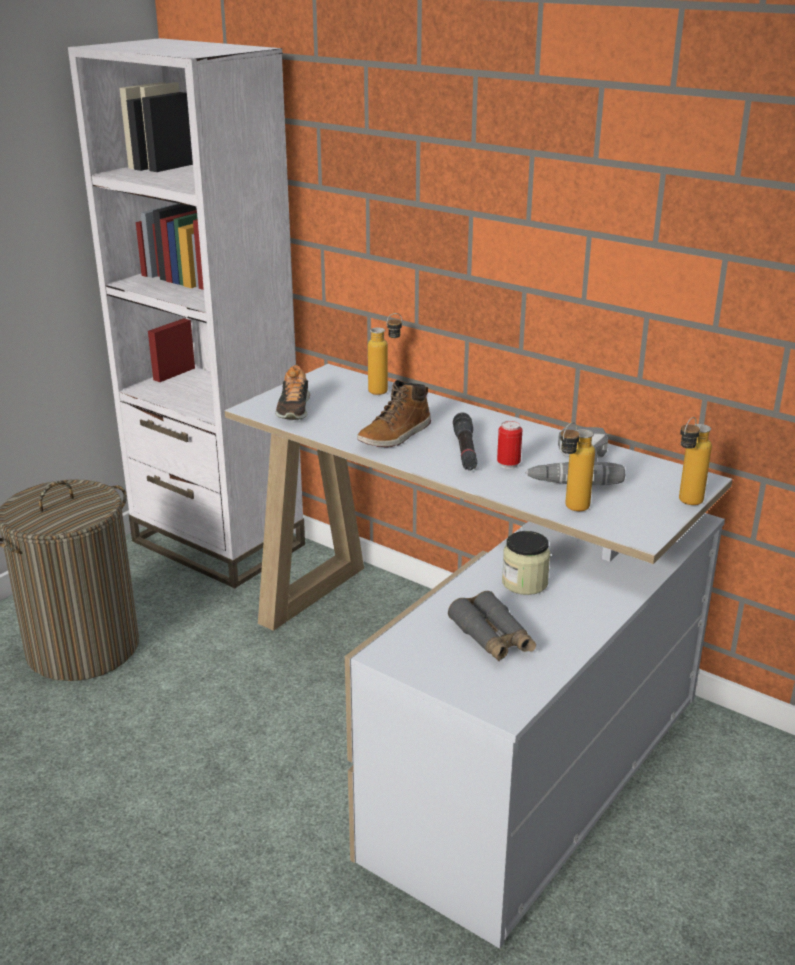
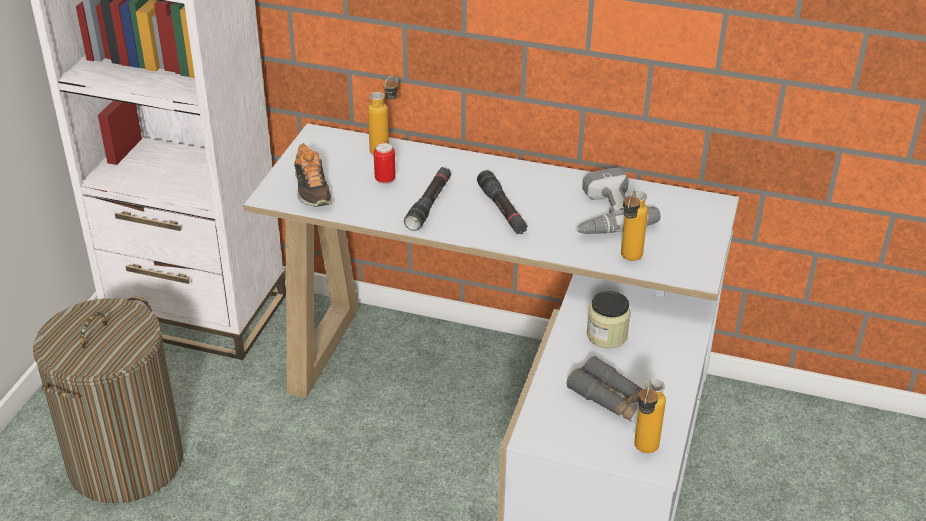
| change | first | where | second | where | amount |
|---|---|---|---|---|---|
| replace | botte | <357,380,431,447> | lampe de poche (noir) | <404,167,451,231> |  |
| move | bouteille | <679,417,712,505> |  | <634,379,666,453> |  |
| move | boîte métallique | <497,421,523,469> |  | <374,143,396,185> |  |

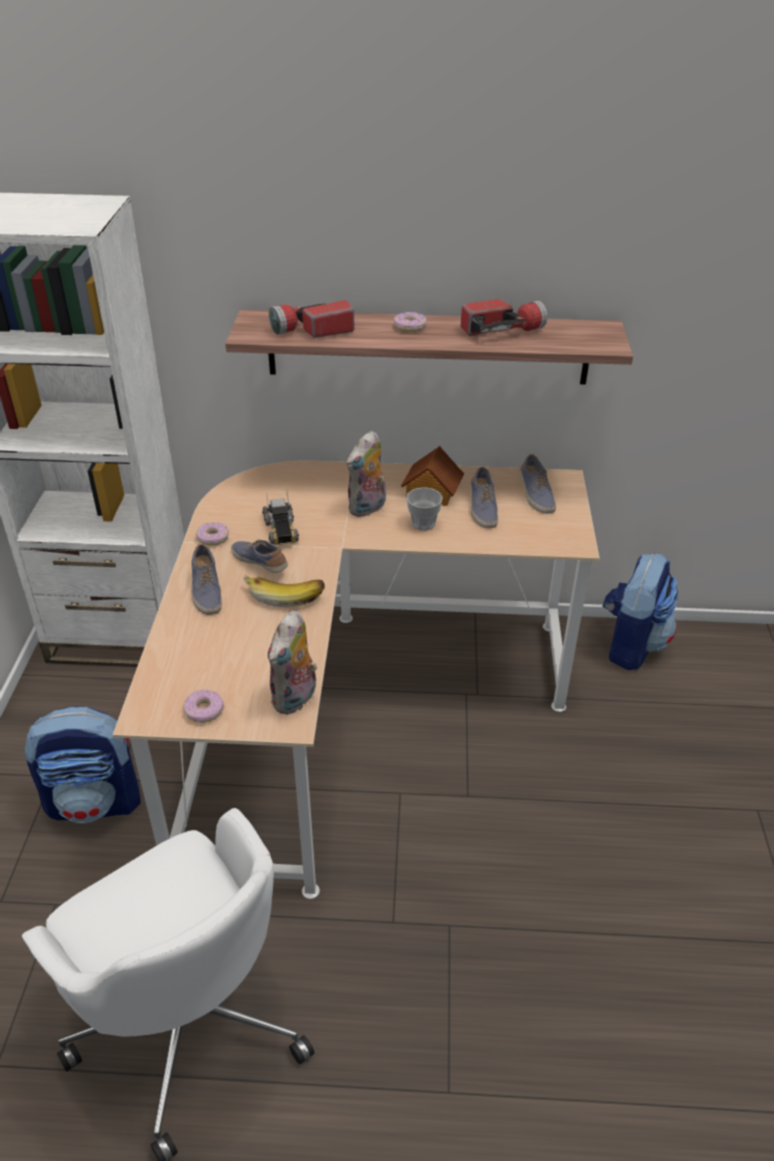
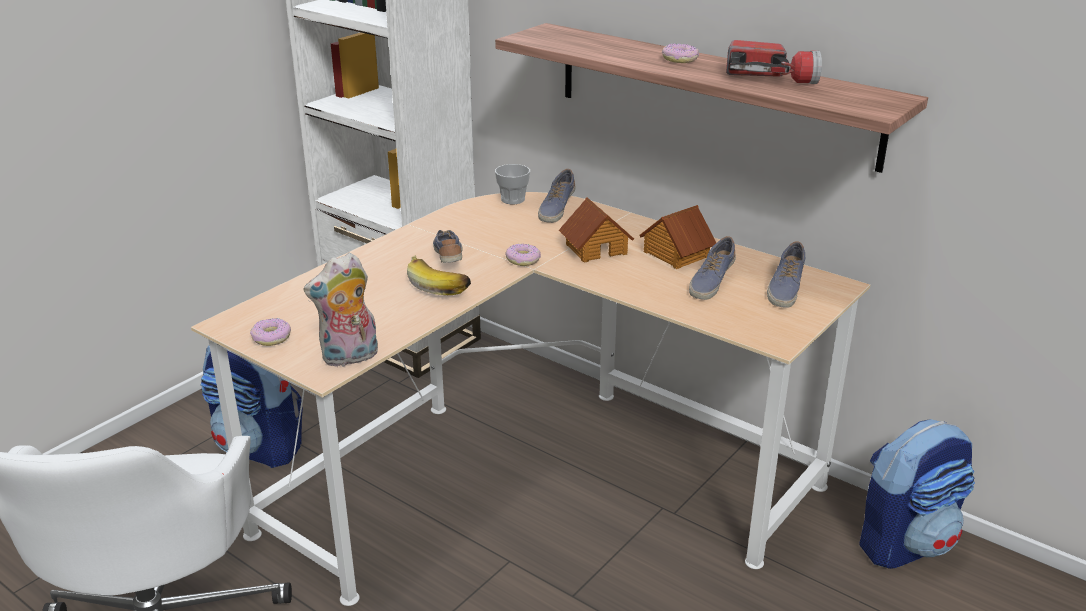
| change | first | where | second | where | amount |
|---|---|---|---|---|---|
| delete | lampe de poche | <269,300,354,338> |  |  |  |
| replace | peluche | <346,431,386,517> | maison miniature | <559,197,634,262> |  |
| move | tasse | <406,487,443,531> |  | <495,164,530,204> |  |
| delete | camion jouet | <262,491,299,545> |  |  |  |
| move | beignet | <196,522,229,546> |  | <505,244,541,266> |  |
| move | chaussure | <191,544,222,615> |  | <538,169,575,223> |  |

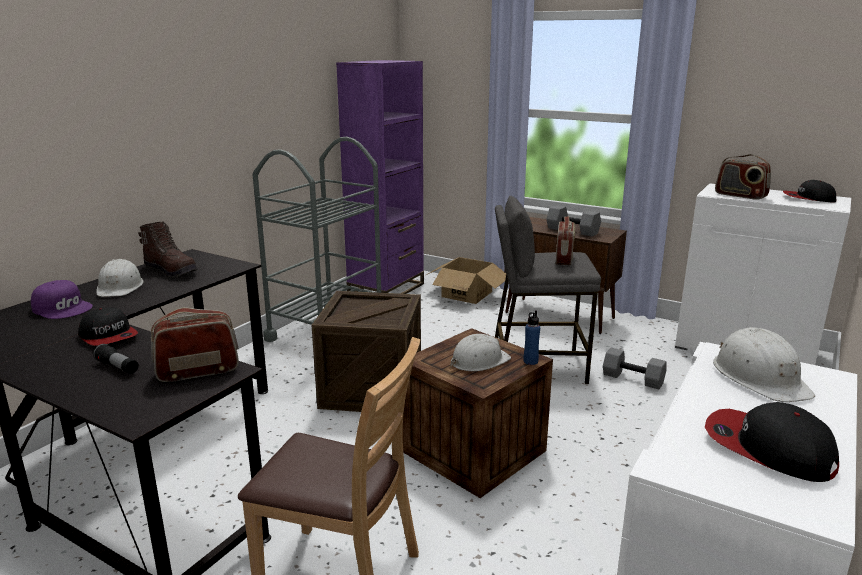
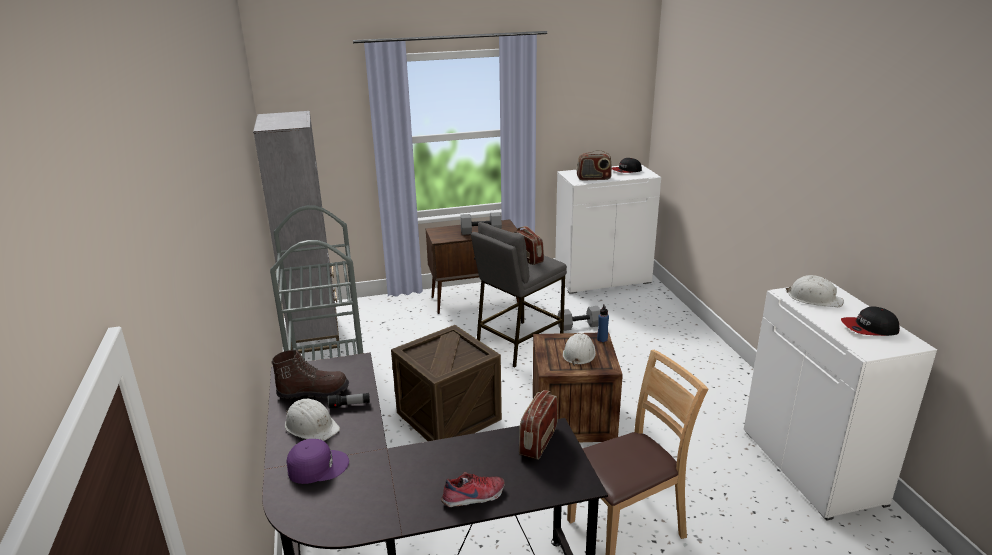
| change | first | where | second | where | amount |
|---|---|---|---|---|---|
| recolor | bibliothèque (violet) | <336,60,424,294> | bibliothèque (gris) | <253,111,340,353> |  |
| delete | carton | <426,257,506,304> |  |  |  |
| delete | casquette | <78,307,138,346> |  |  |  |
| move | lampe de poche | <93,344,139,374> |  | <328,393,370,409> |  |
| insert |  |  | chaussure | <441,472,505,507> |  |

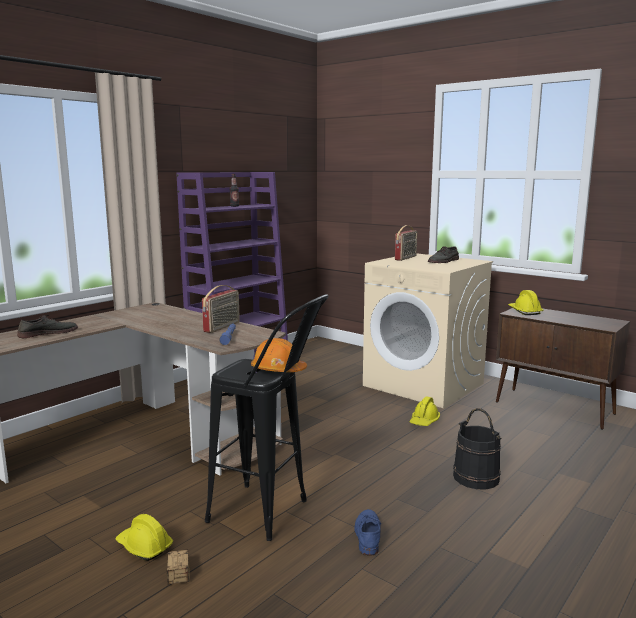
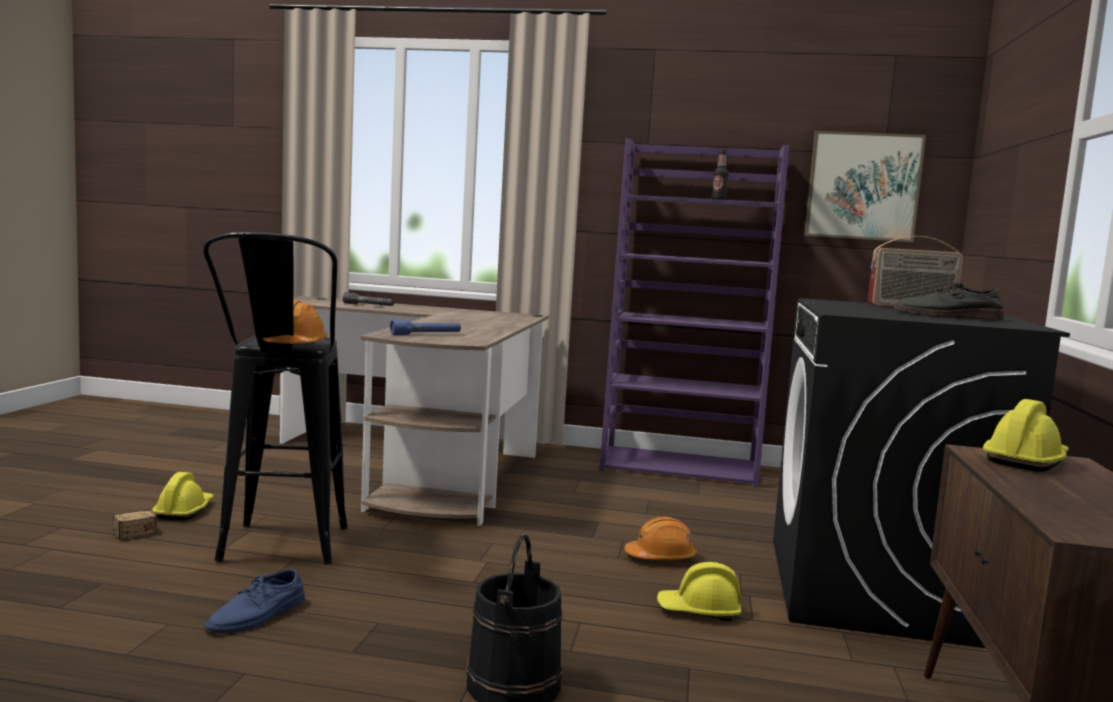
| change | first | where | second | where | amount |
|---|---|---|---|---|---|
| recolor | lave-linge (beige) | <363,254,493,408> | lave-linge (noir) | <773,298,1070,648> |  |
| delete | radio | <202,285,240,333> |  |  |  |
| replace | chaussure (gris) | <17,315,78,338> | lampe de poche (gris) | <343,292,394,306> |  |
| rotate | chaussure (bleu) | <354,509,381,556> |  | <205,569,305,634> | 150 degrees clockwise |
| insert |  |  | tableau | <804,131,926,242> |  |
| insert |  |  | casque de chantier (orange) | <624,516,697,560> |  |

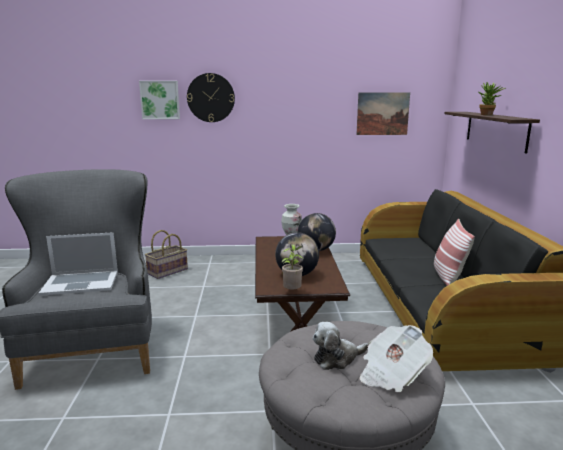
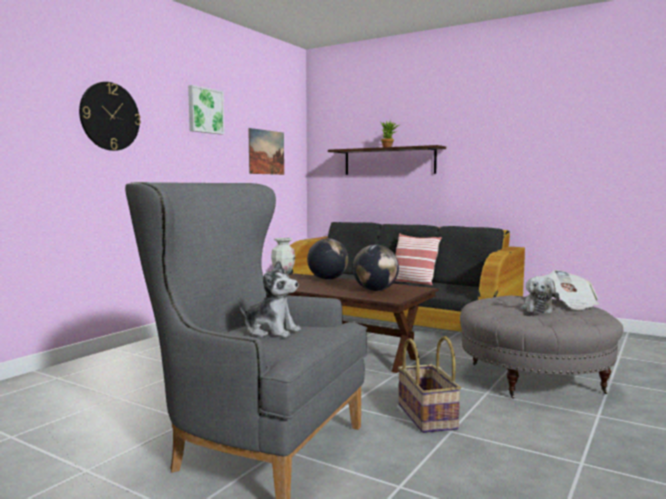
| change | first | where | second | where | amount |
|---|---|---|---|---|---|
| move | tableau | <139,81,180,119> |  | <188,85,224,135> |  |
| move | panier | <145,230,188,279> |  | <398,336,461,433> |  |
| replace | ordinateur portable | <39,232,118,296> | peluche | <239,260,301,338> |  |
| delete | plante en pot | <281,244,304,289> |  |  |  |

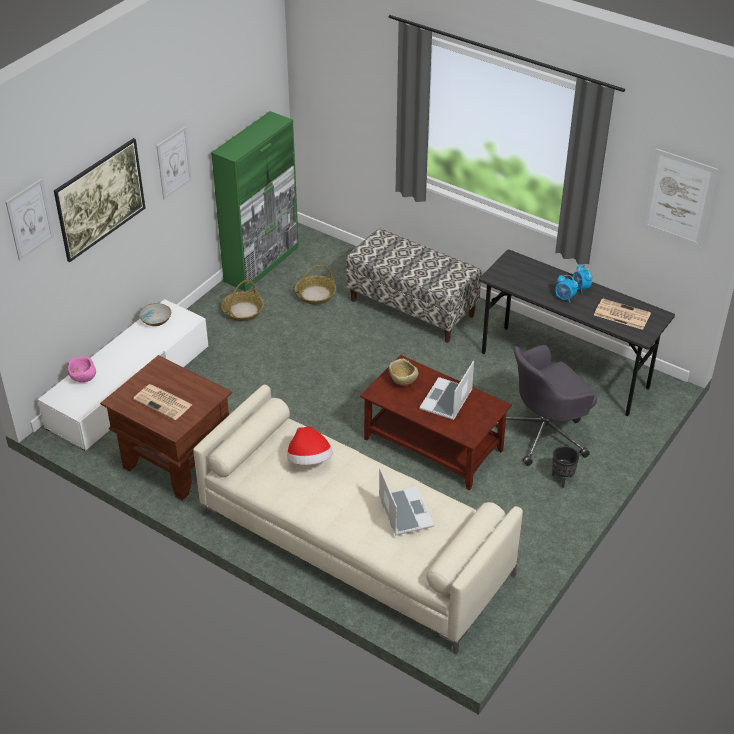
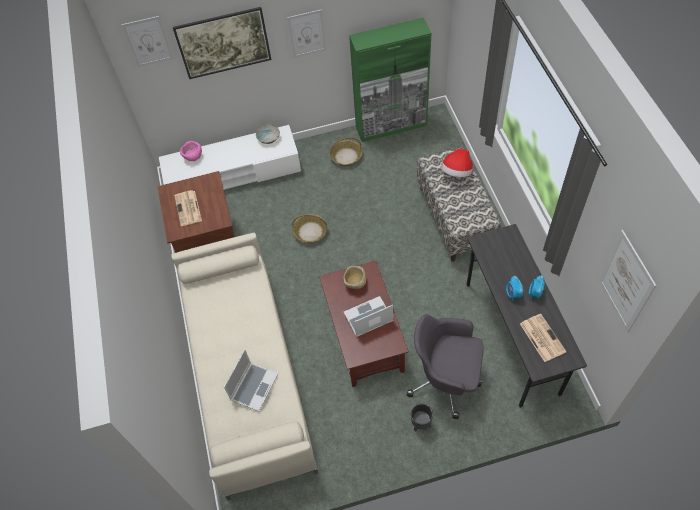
| change | first | where | second | where | amount |
|---|---|---|---|---|---|
| move | panier | <295,265,336,305> |  | <292,214,327,243> |  |
| move | chapeau | <287,426,333,465> |  | <441,148,473,177> |  |

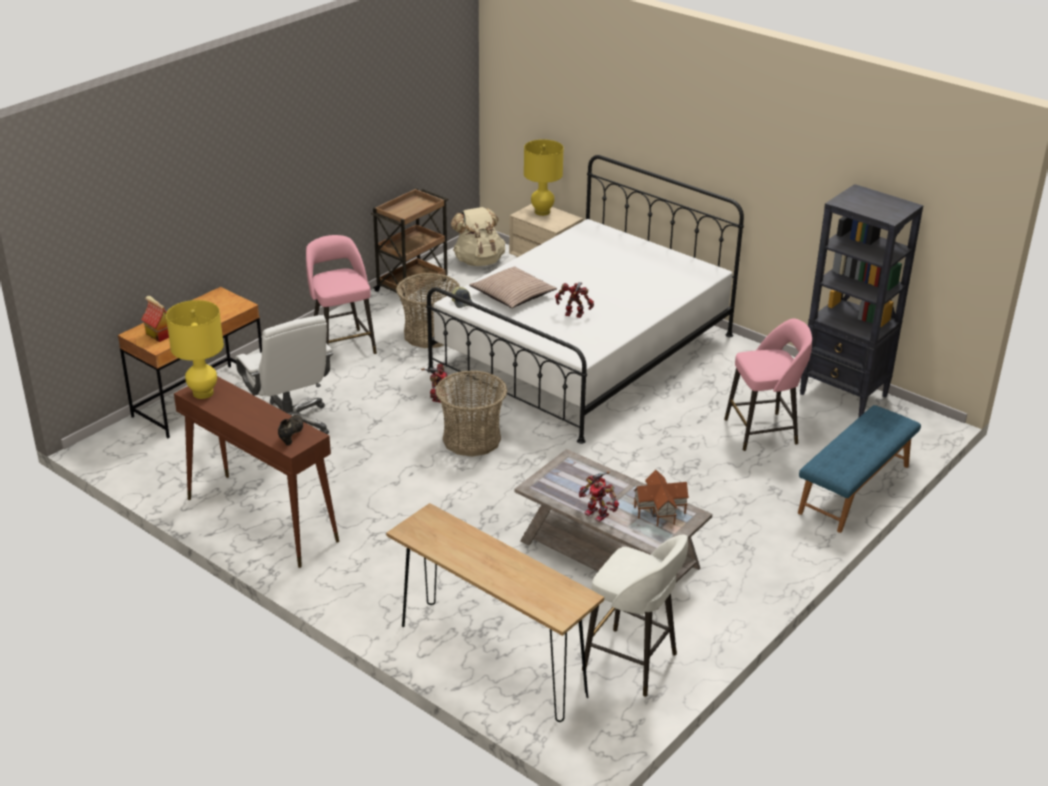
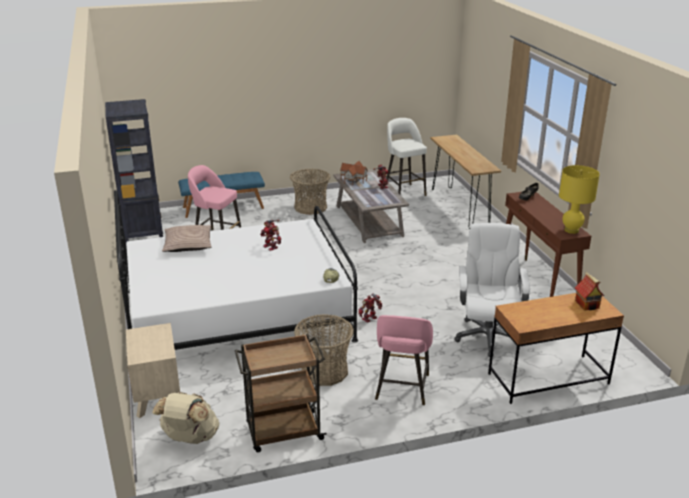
| change | first | where | second | where | amount |
|---|---|---|---|---|---|
| delete | lampe de table (jaune) | <524,139,564,216> |  |  |  |
| move | coussin | <469,267,557,308> |  | <162,225,211,252> |  |
| move | panier | <435,370,507,457> |  | <290,169,330,215> |  |

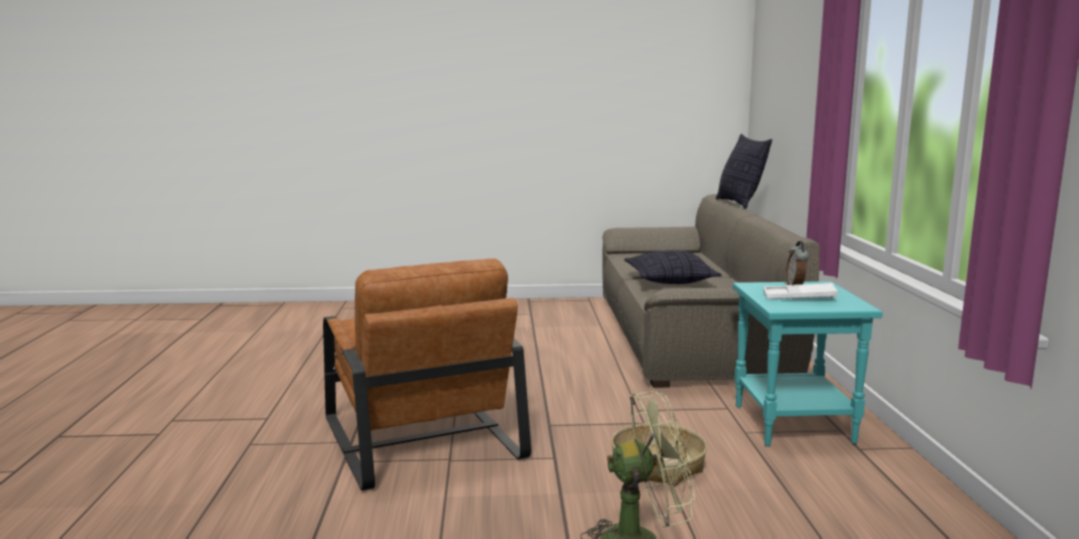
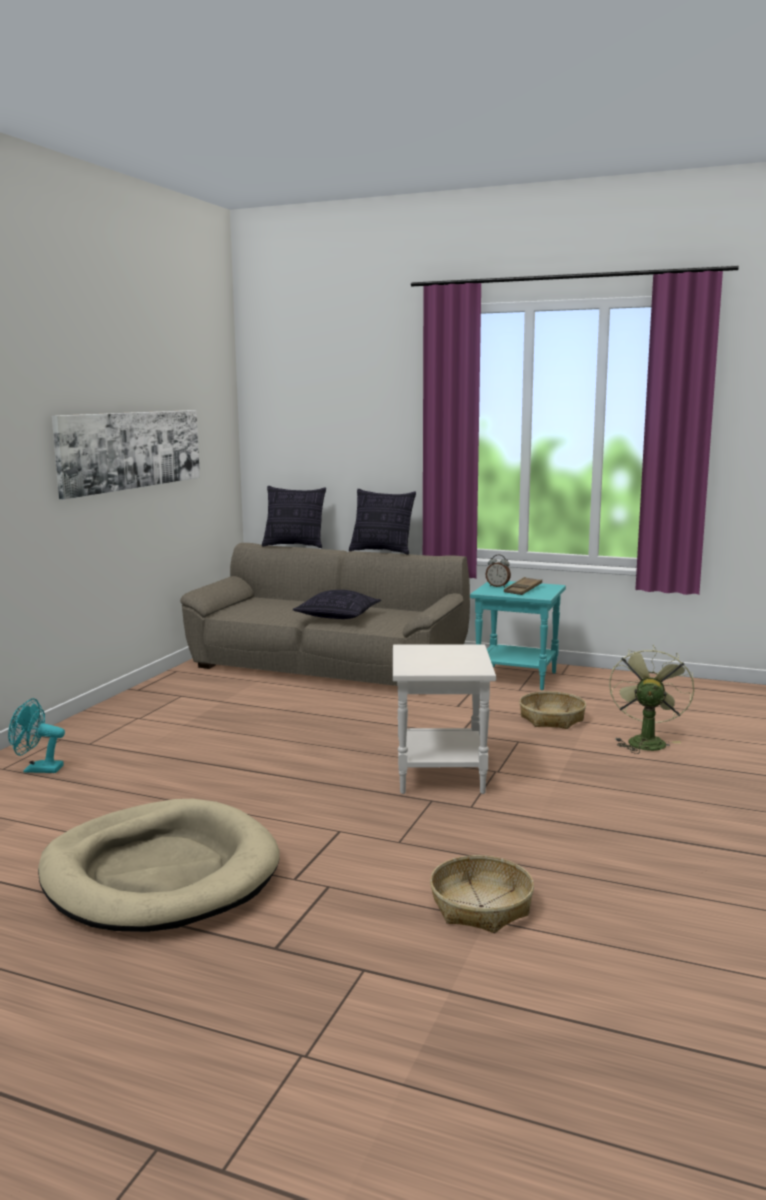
| change | first | where | second | where | amount |
|---|---|---|---|---|---|
| replace | fauteuil (marron) | <323,258,531,491> | table d'appoint (blanc) | <393,644,496,794> |  |
| recolor | plateau (blanc) | <764,283,838,299> | plateau (marron) | <504,577,542,595> |  |
| insert |  |  | tableau | <52,410,200,499> |  |
| insert |  |  | coussin | <349,489,416,555> |  |
| insert |  |  | ventilateur (turquoise) | <8,698,65,773> |  |
| insert |  |  | panier pour chien (beige) | <38,799,279,932> |  |
| insert |  |  | panier | <430,855,534,933> |  |

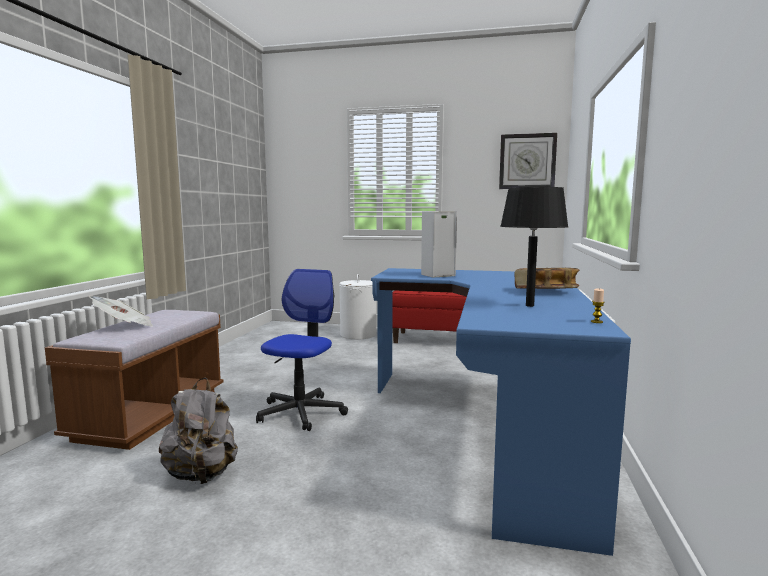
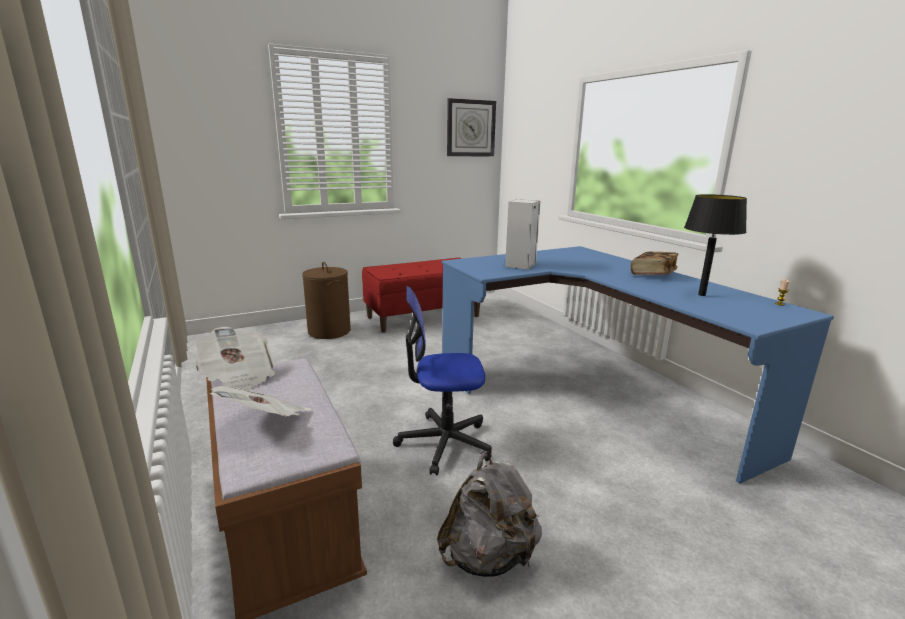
| change | first | where | second | where | amount |
|---|---|---|---|---|---|
| rotate | chaise de bureau | <256,269,348,431> |  | <393,286,492,475> | 75 degrees counterclockwise |
| recolor | panier à linge (blanc) | <339,274,376,339> | panier à linge (marron) | <302,262,351,339> |  |
| insert |  |  | journal | <195,327,275,391> |  |

